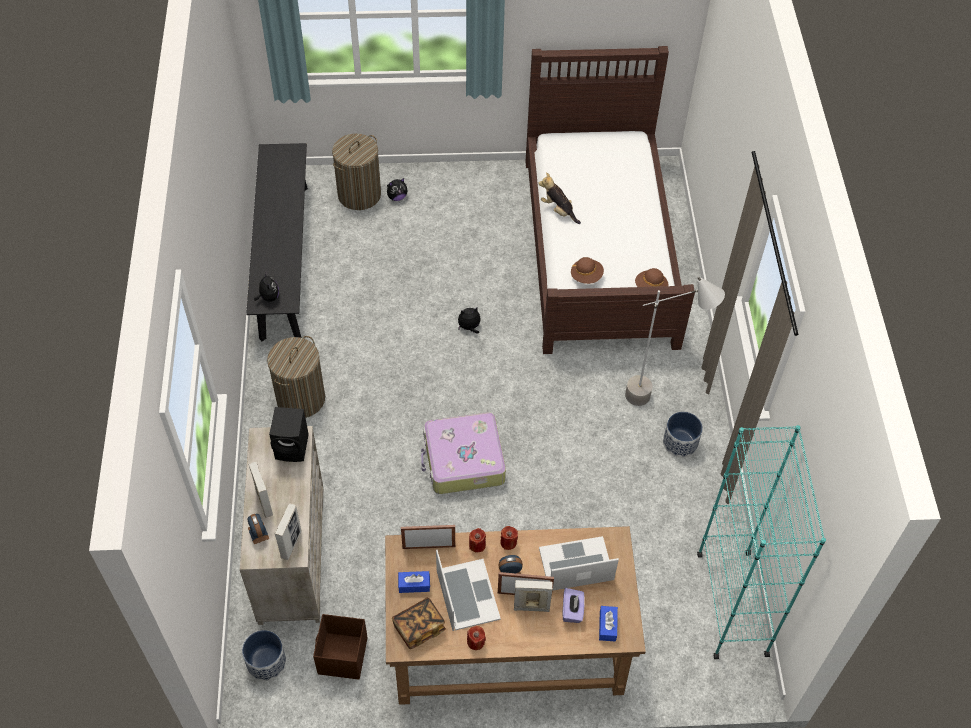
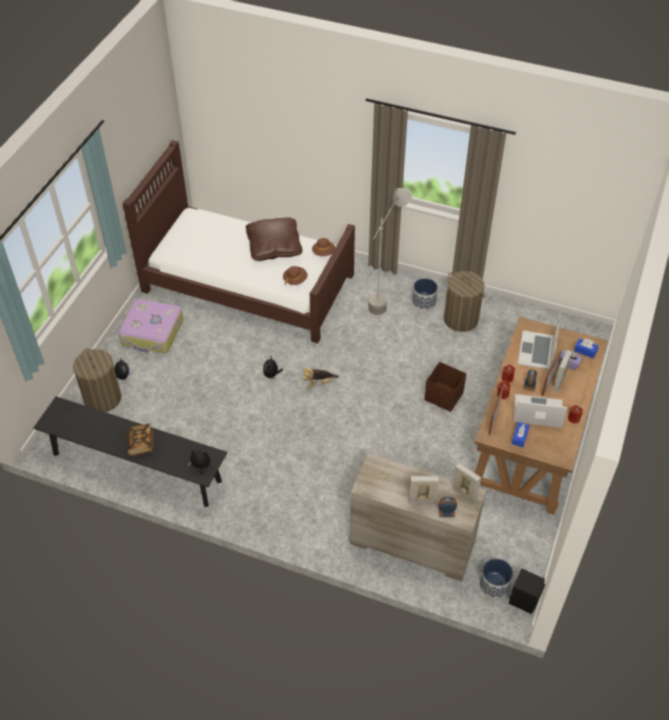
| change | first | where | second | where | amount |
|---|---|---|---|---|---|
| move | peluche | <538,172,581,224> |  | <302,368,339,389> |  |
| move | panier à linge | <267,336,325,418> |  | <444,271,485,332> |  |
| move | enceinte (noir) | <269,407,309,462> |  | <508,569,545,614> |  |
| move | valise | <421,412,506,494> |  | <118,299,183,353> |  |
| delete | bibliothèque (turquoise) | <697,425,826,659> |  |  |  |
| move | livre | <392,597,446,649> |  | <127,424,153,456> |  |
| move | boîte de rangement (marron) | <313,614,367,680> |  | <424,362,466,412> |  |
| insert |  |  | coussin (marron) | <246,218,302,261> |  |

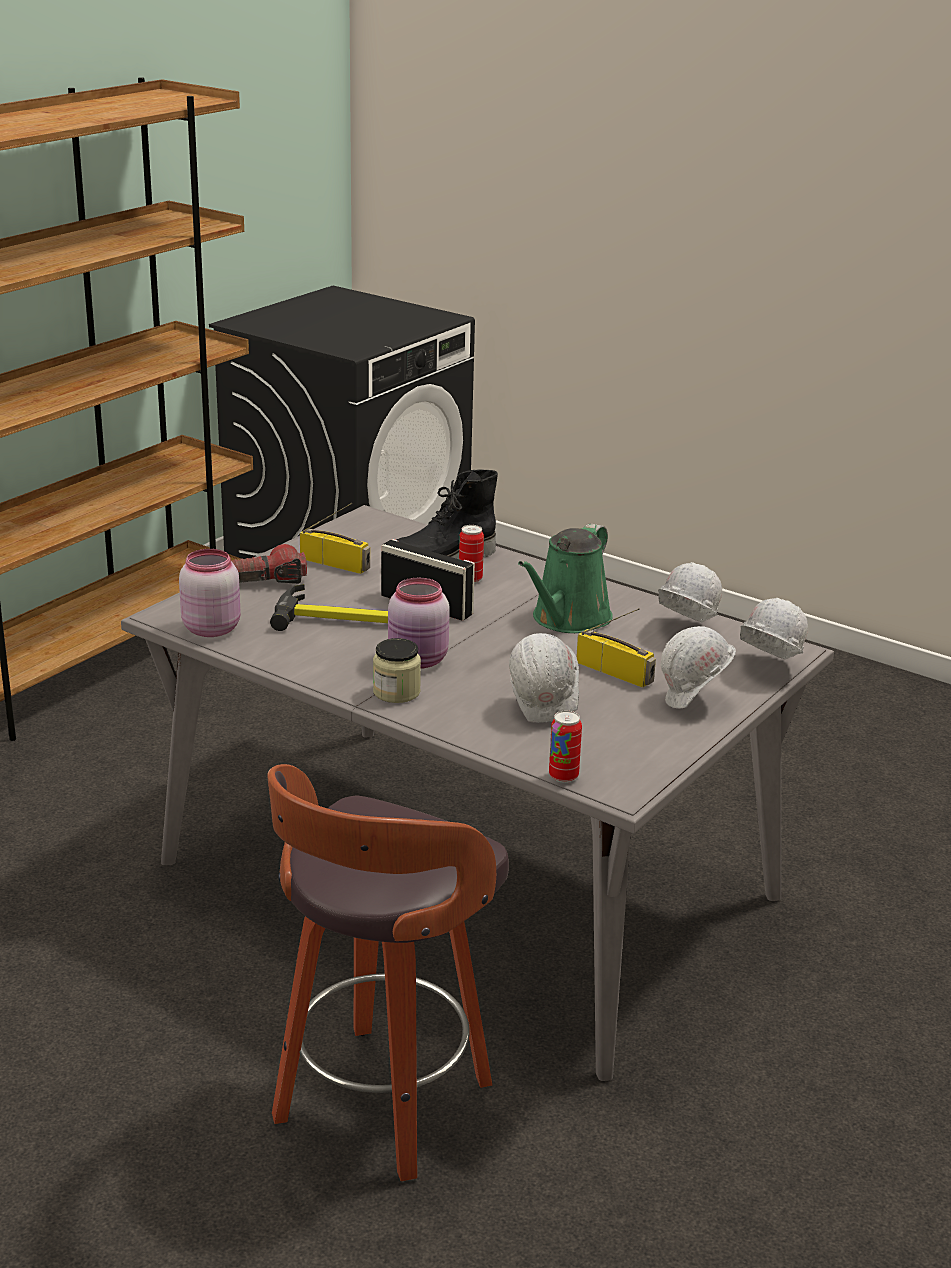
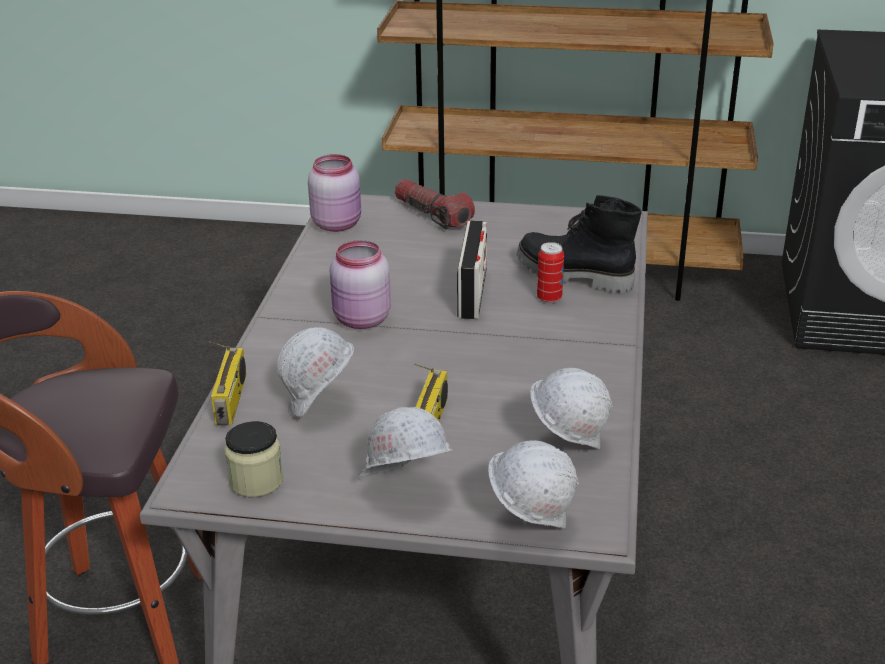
| change | first | where | second | where | amount |
|---|---|---|---|---|---|
| move | radio | <300,503,370,574> |  | <209,341,246,425> |  |
| delete | arrosoir (vert) | <518,523,613,633> |  |  |  |
| delete | marteau | <270,584,388,631> |  |  |  |
| move | bocal | <373,638,421,703> |  | <224,421,283,497> |  |
| delete | boîte métallique | <549,711,582,783> |  |  |  |

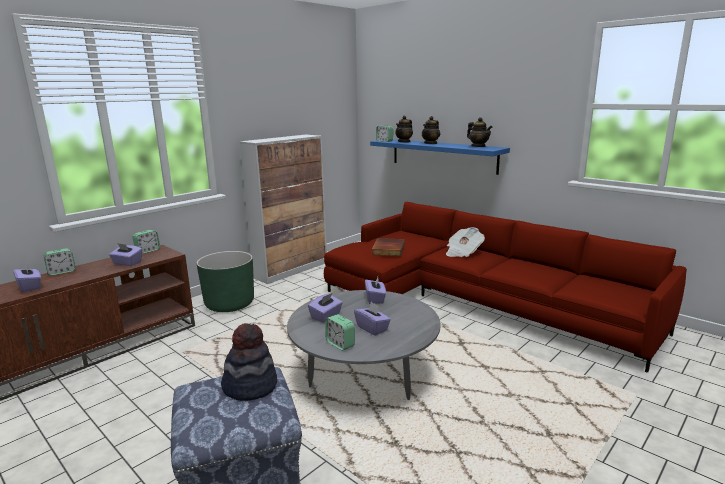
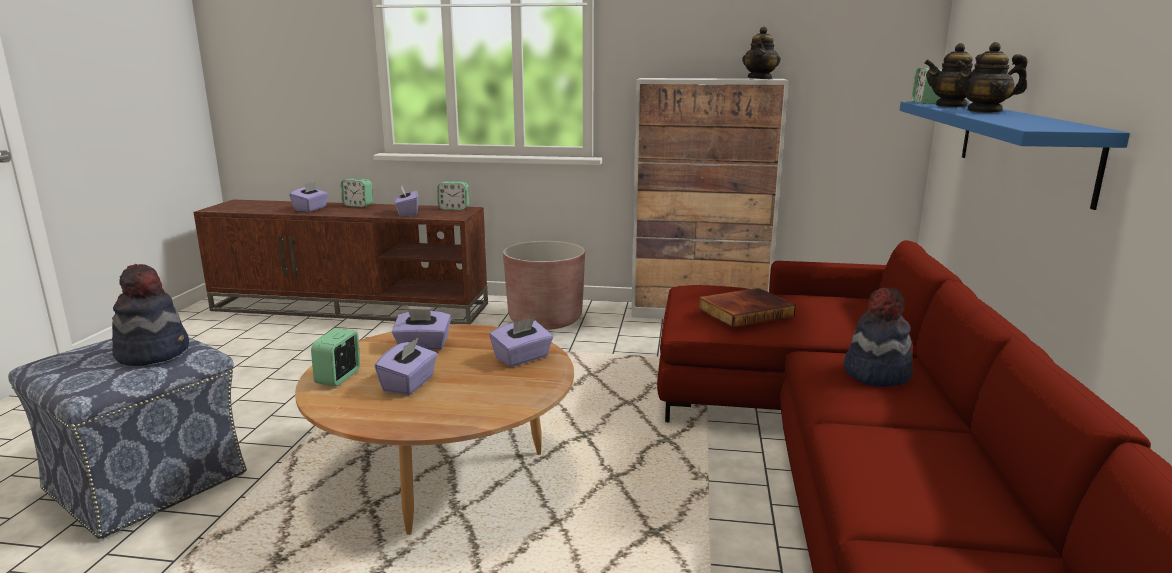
| change | first | where | second | where | amount |
|---|---|---|---|---|---|
| move | théière | <467,117,492,147> |  | <742,27,781,79> |  |
| replace | journal | <446,227,485,257> | chapeau | <844,287,913,387> |  |
| recolor | cache-pot (vert) | <197,251,254,312> | cache-pot (marron) | <503,241,585,330> |  |
| recolor | table basse (gris) | <287,290,440,400> | table basse (marron) | <295,324,574,535> |  |

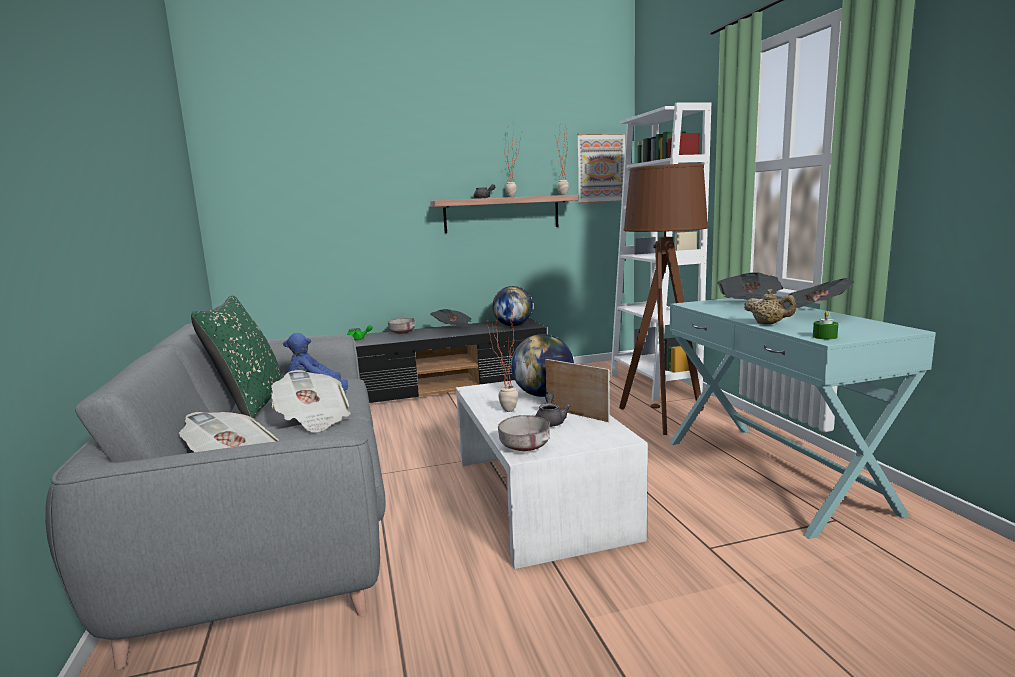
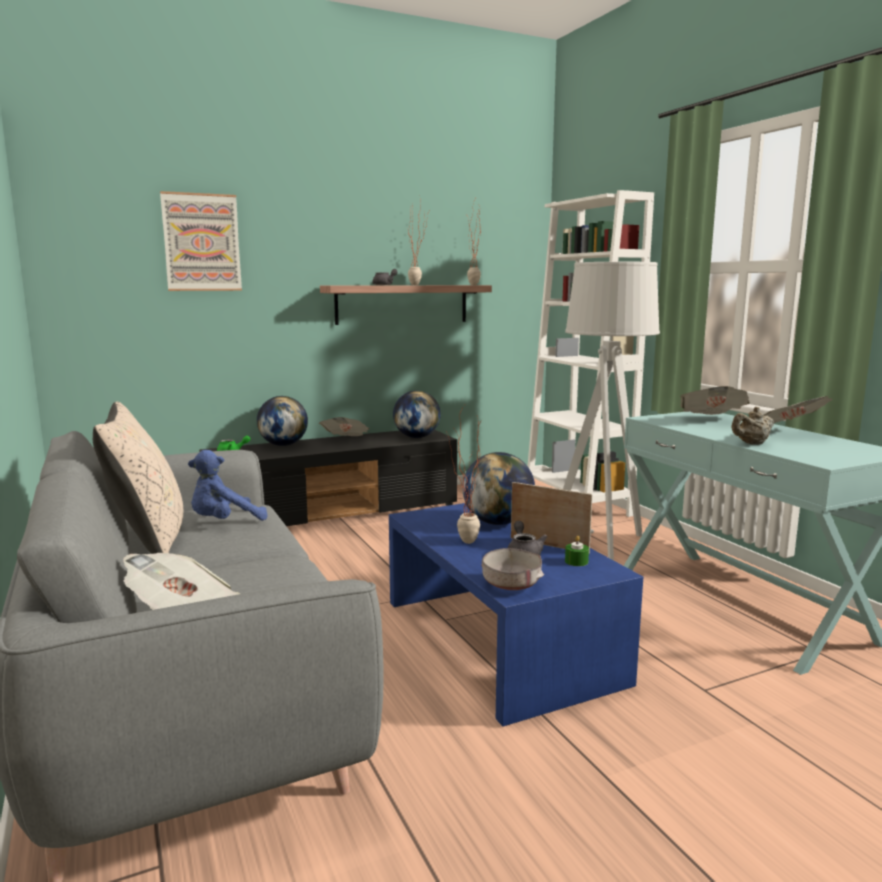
| change | first | where | second | where | amount |
|---|---|---|---|---|---|
| move | tableau | <577,133,626,204> |  | <160,191,242,291> |  |
| recolor | lampadaire (marron) | <619,164,708,435> | lampadaire (gris) | <563,262,660,560> |  |
| rotate | théière (beige) | <744,289,797,324> |  | <732,407,774,445> | 120 degrees clockwise |
| recolor | coussin (vert) | <191,295,282,418> | coussin (beige) | <93,402,183,554> |  |
| move | bougie (vert) | <813,311,838,340> |  | <565,536,589,566> |  |
| replace | bol (gris) | <388,318,416,334> | globe | <257,396,308,446> |  |
| delete | journal | <271,370,351,433> |  |  |  |
| recolor | table basse (blanc) | <456,380,648,569> | table basse (bleu) | <389,503,643,726> |  |

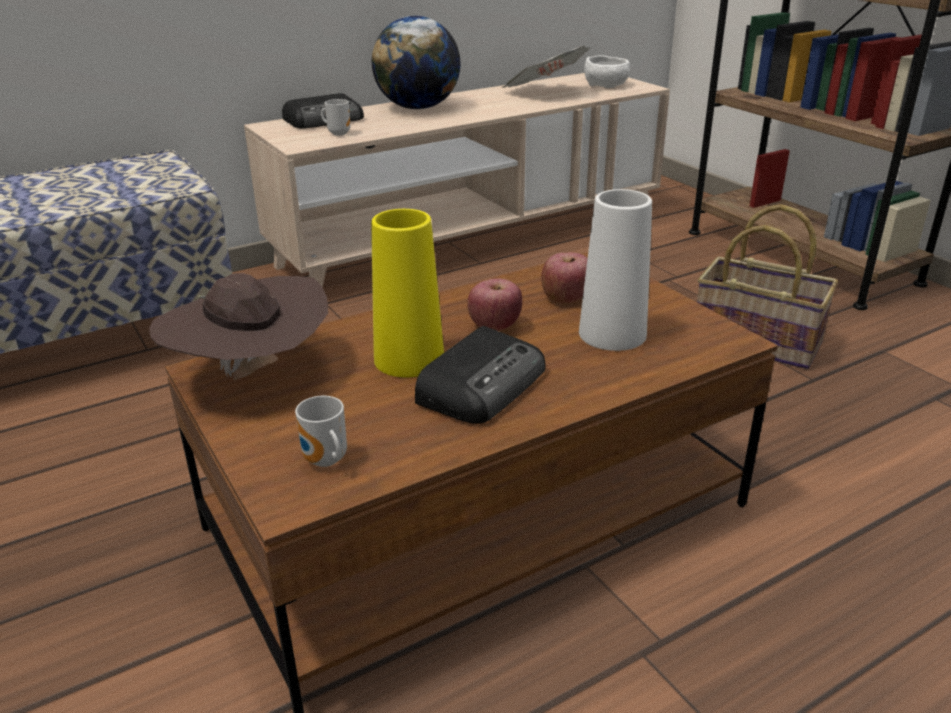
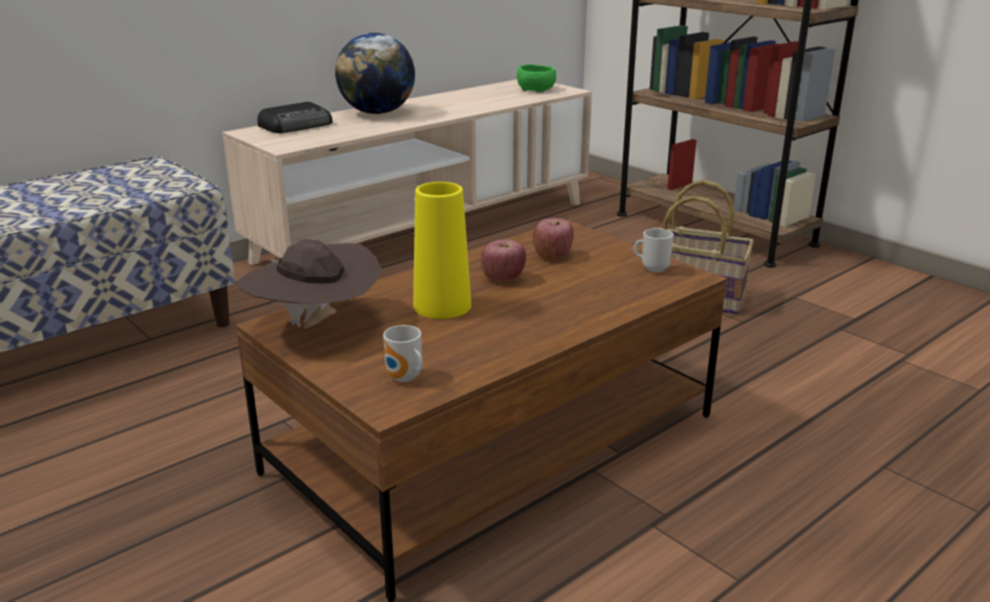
| change | first | where | second | where | amount |
|---|---|---|---|---|---|
| delete | journal | <502,46,590,88> |  |  |  |
| recolor | bol (blanc) | <584,55,630,88> | bol (vert) | <517,64,556,92> |  |
| move | mug | <321,99,350,136> |  | <633,228,673,273> |  |
| delete | vase (blanc) | <579,189,652,351> |  |  |  |
| delete | radio | <415,326,546,424> |  |  |  |

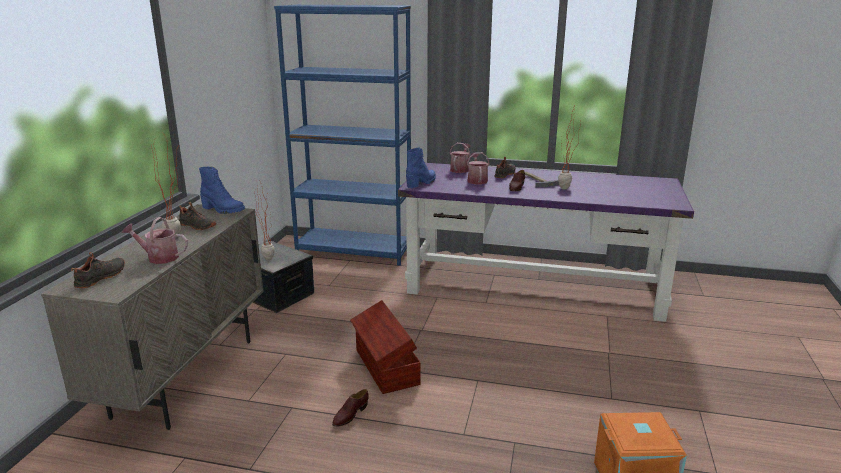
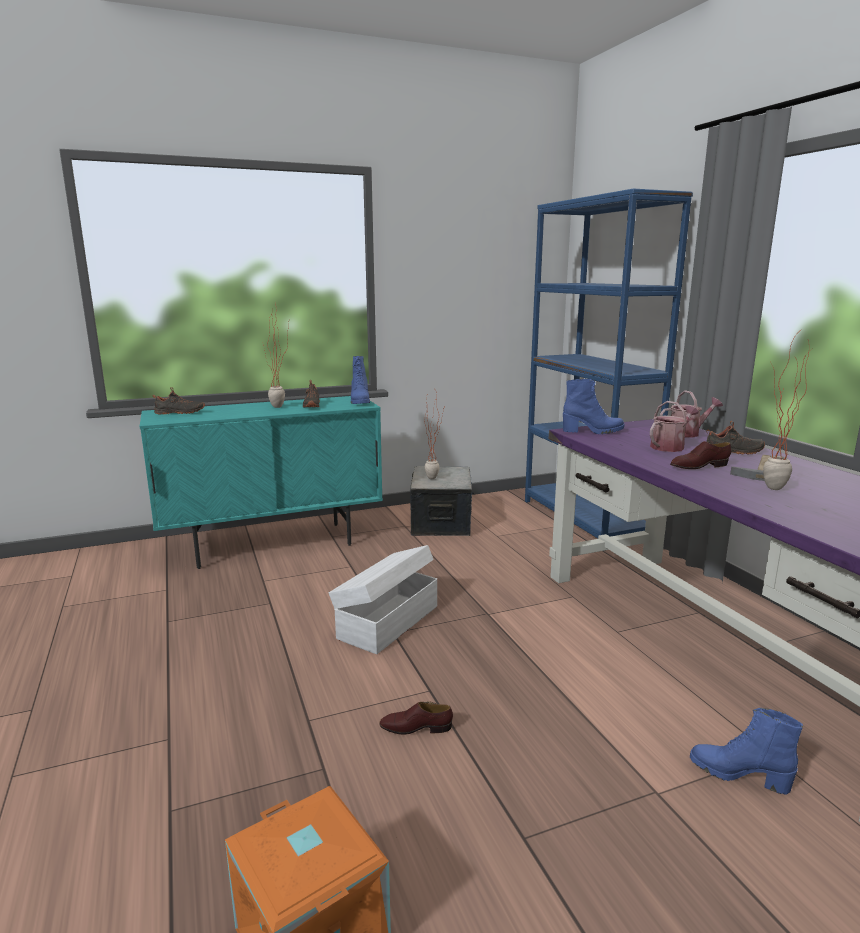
| change | first | where | second | where | amount |
|---|---|---|---|---|---|
| recolor | meuble de rangement (beige) | <41,204,264,430> | meuble de rangement (turquoise) | <140,396,383,569> |  |
| delete | arrosoir | <122,217,188,264> |  |  |  |
| recolor | boîte de rangement (marron) | <350,300,421,394> | boîte de rangement (blanc) | <329,545,437,654> |  |
| move | chaussure (marron) | <332,389,369,427> |  | <379,701,453,735> |  |
| insert |  |  | botte (bleu) | <690,708,803,795> |  |

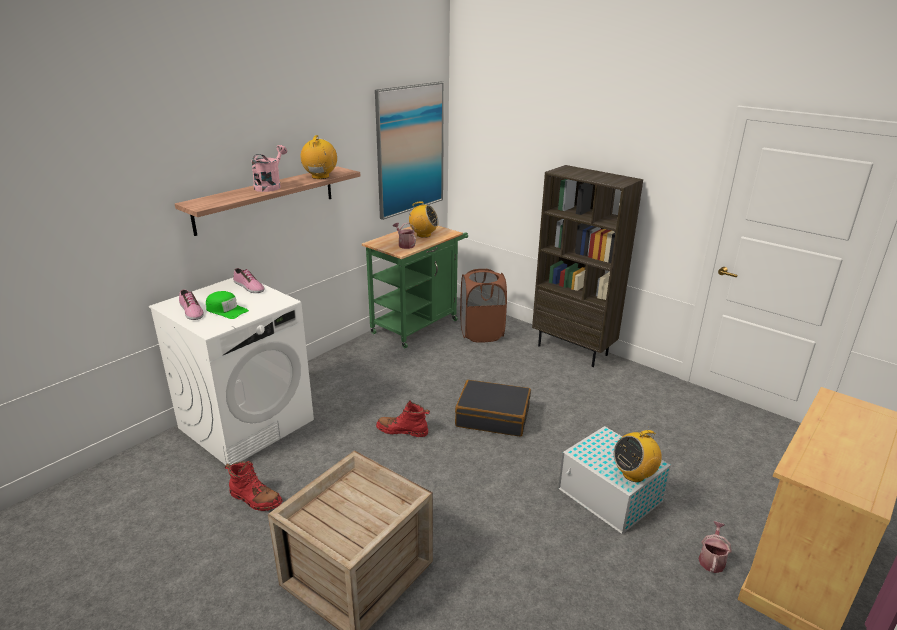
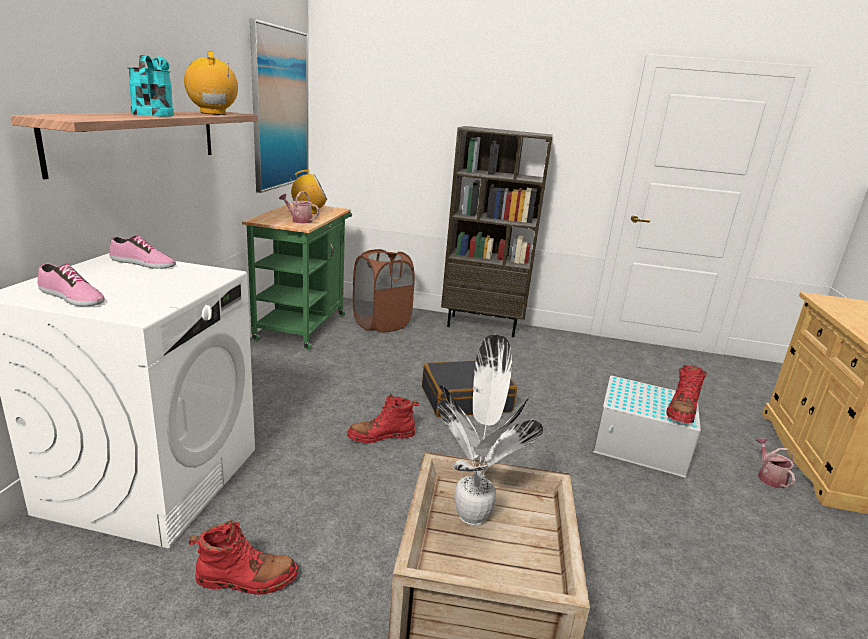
| change | first | where | second | where | amount |
|---|---|---|---|---|---|
| recolor | arrosoir (rose) | <251,145,287,192> | arrosoir (turquoise) | <127,55,174,117> |  |
| delete | casquette (vert) | <206,291,249,319> |  |  |  |
| replace | radio | <613,427,662,482> | botte (rouge) | <666,365,707,424> |  |
| insert |  |  | plante en pot | <438,335,543,526> |  |

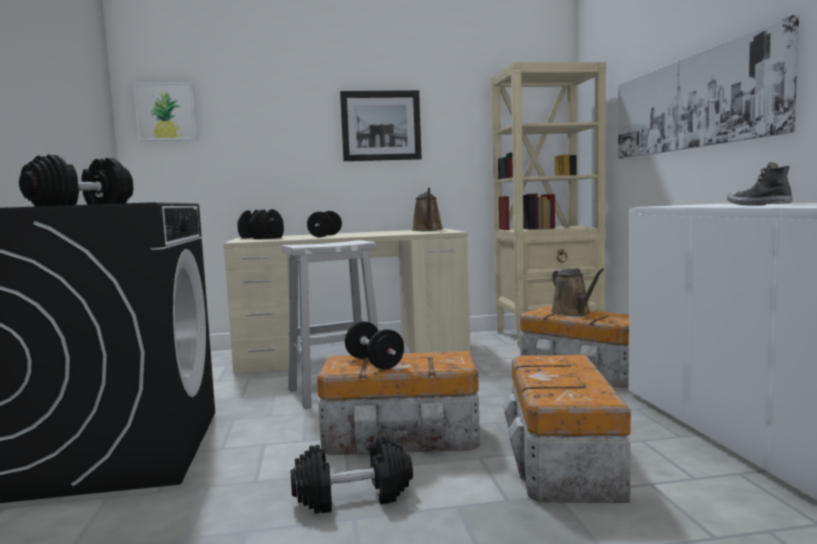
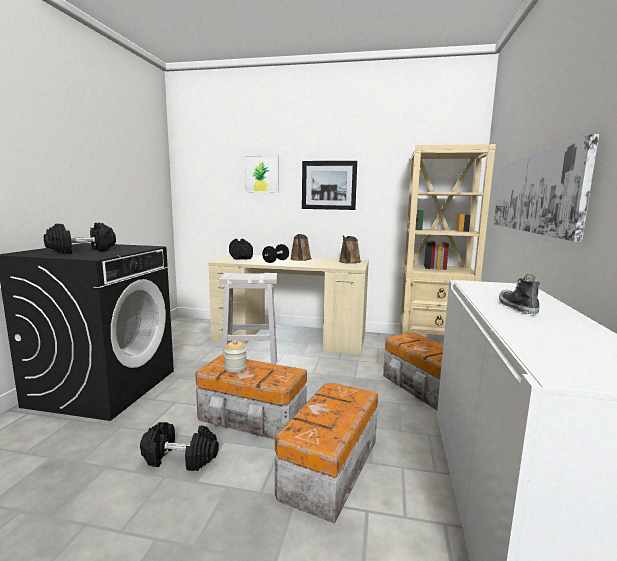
| change | first | where | second | where | amount |
|---|---|---|---|---|---|
| move | tableau | <133,82,198,141> |  | <244,155,279,193> |  |
| move | arrosoir (marron) | <551,268,604,316> |  | <290,234,312,261> |  |
| replace | haltère (noir) | <345,321,404,370> | bocal | <224,340,247,373> |  |

